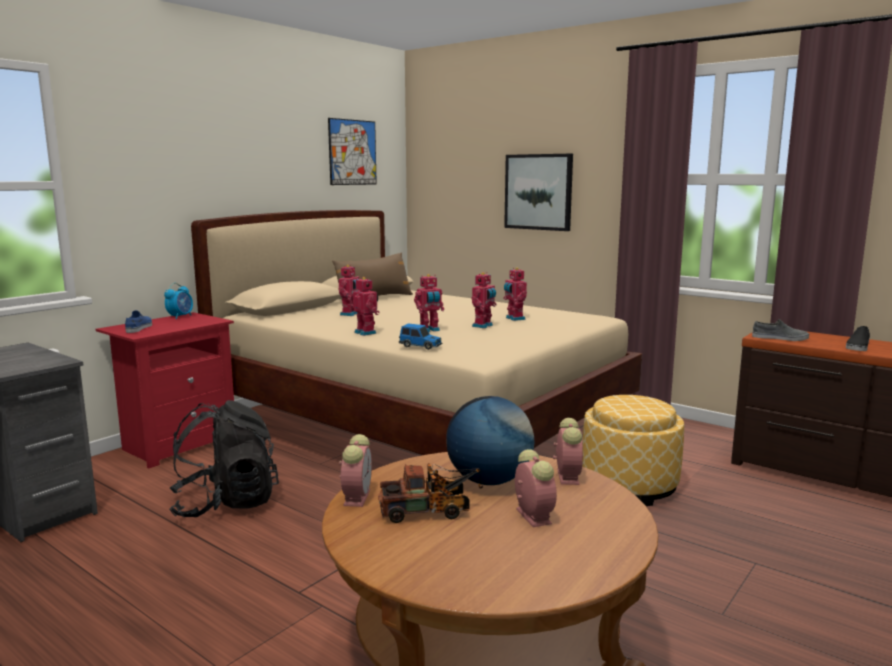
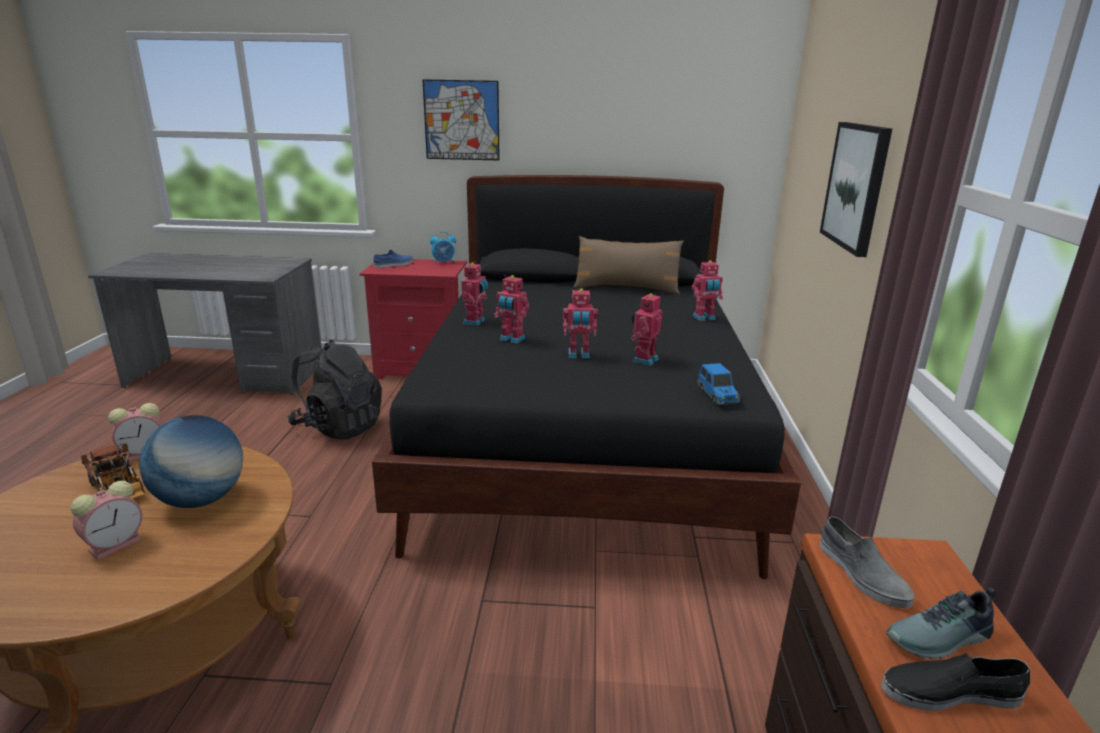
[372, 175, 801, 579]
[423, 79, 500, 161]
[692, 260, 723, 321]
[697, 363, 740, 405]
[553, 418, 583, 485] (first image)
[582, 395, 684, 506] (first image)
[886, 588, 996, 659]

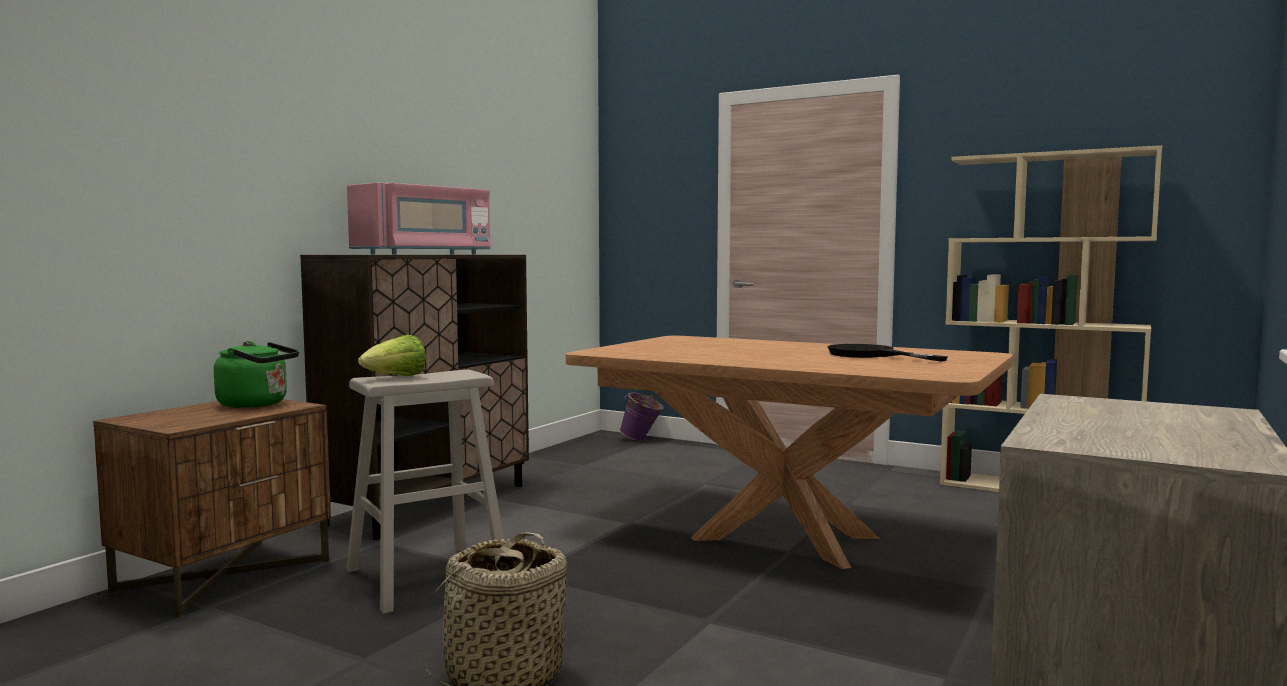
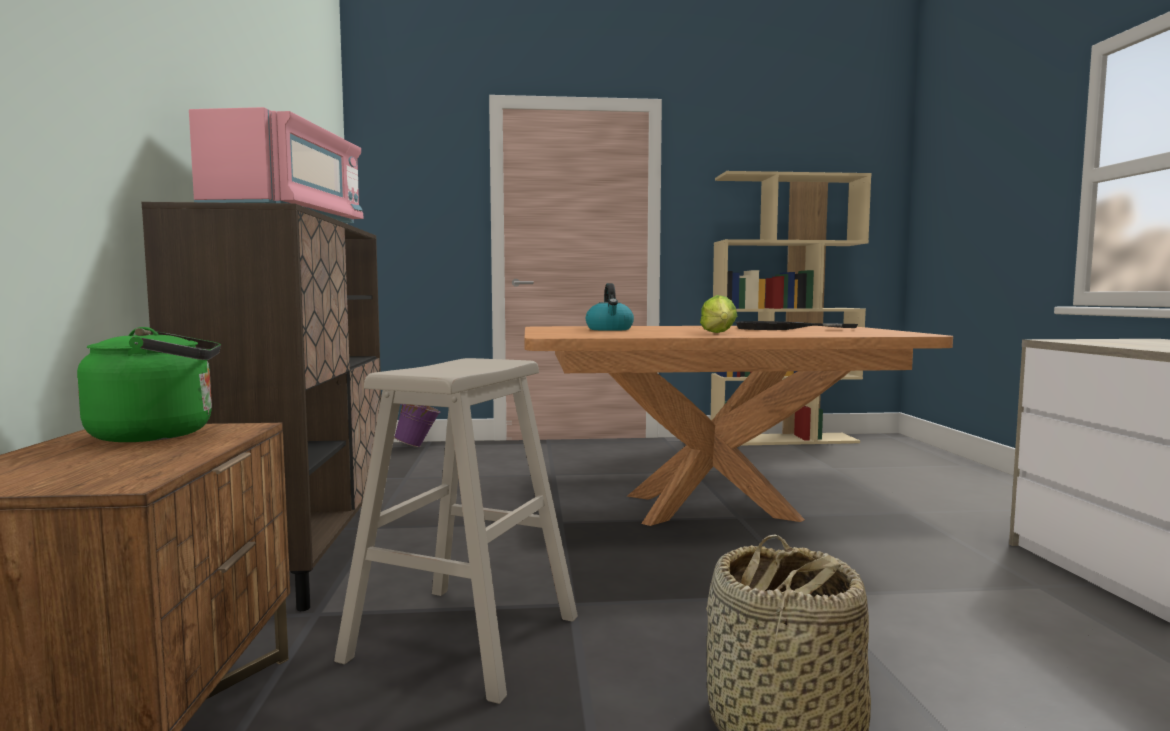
[700, 295, 737, 333]
[586, 283, 634, 331]

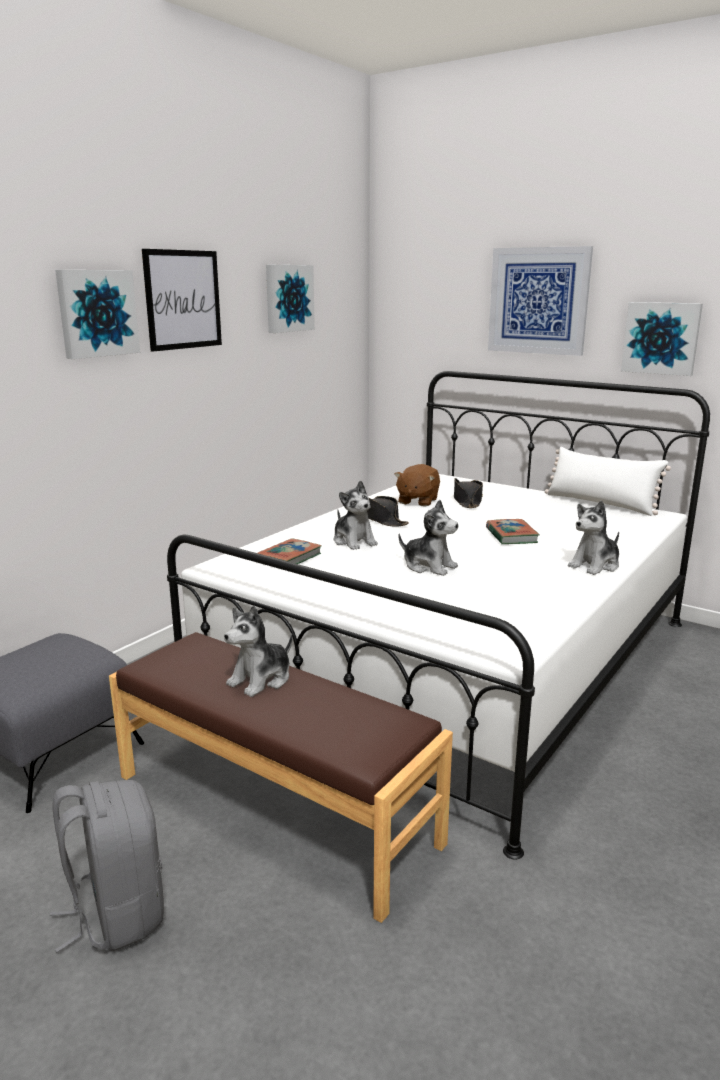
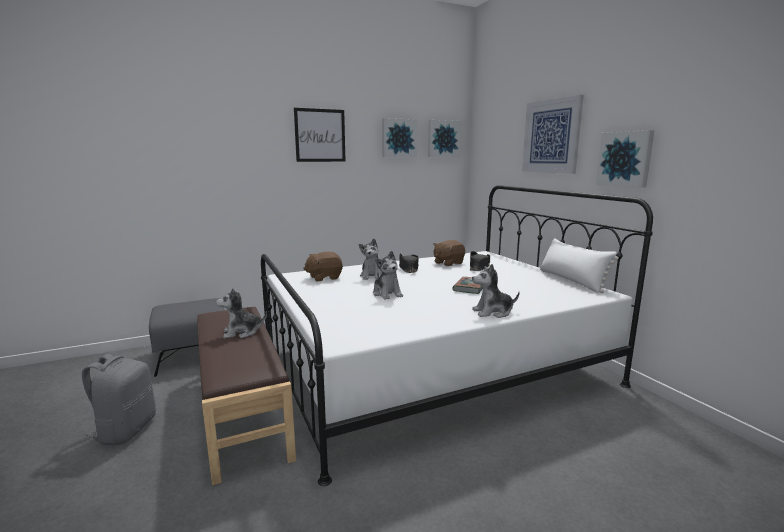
[428, 120, 461, 157]
[303, 252, 343, 282]

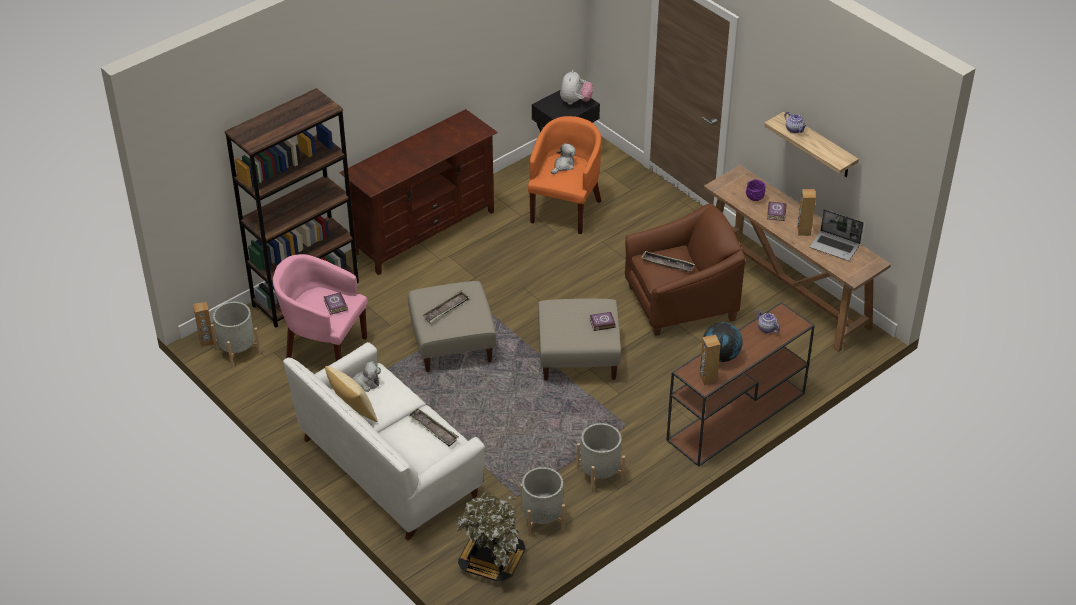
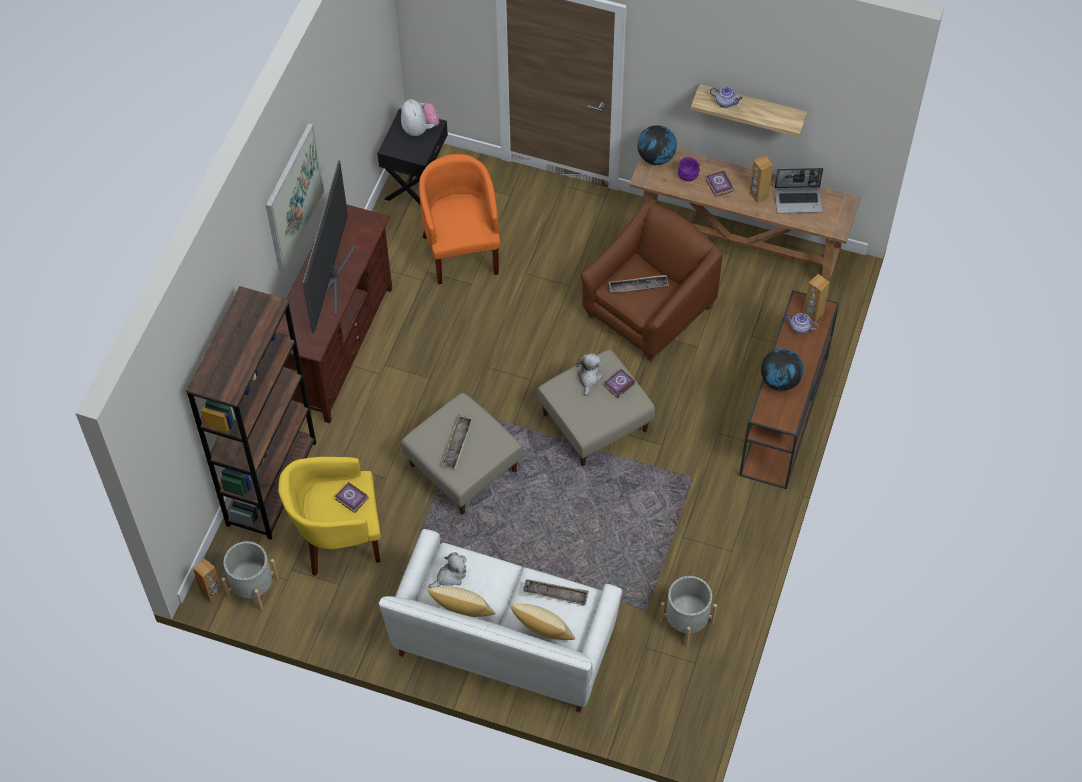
[278, 457, 381, 576]
[457, 492, 526, 581] (first image)
[576, 353, 602, 396]
[576, 423, 625, 493] (first image)
[803, 274, 830, 322]
[266, 123, 324, 272]
[303, 160, 356, 334]
[510, 603, 575, 640]
[637, 125, 677, 165]

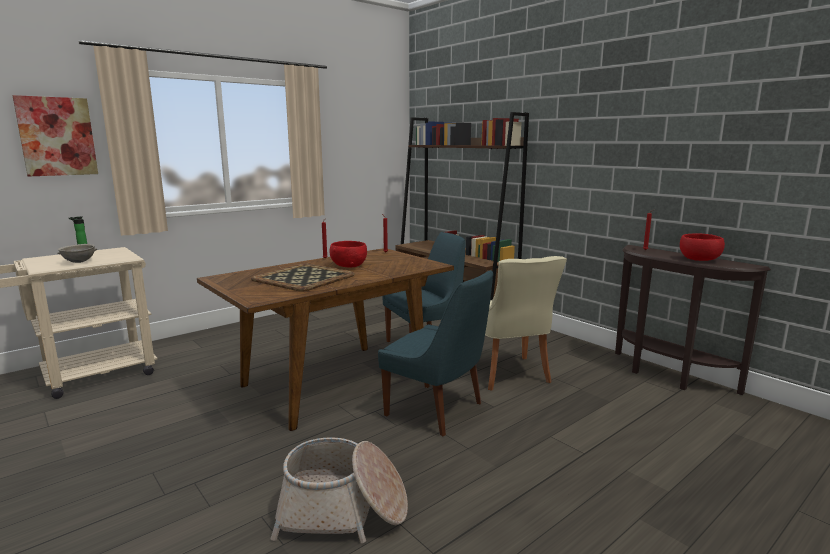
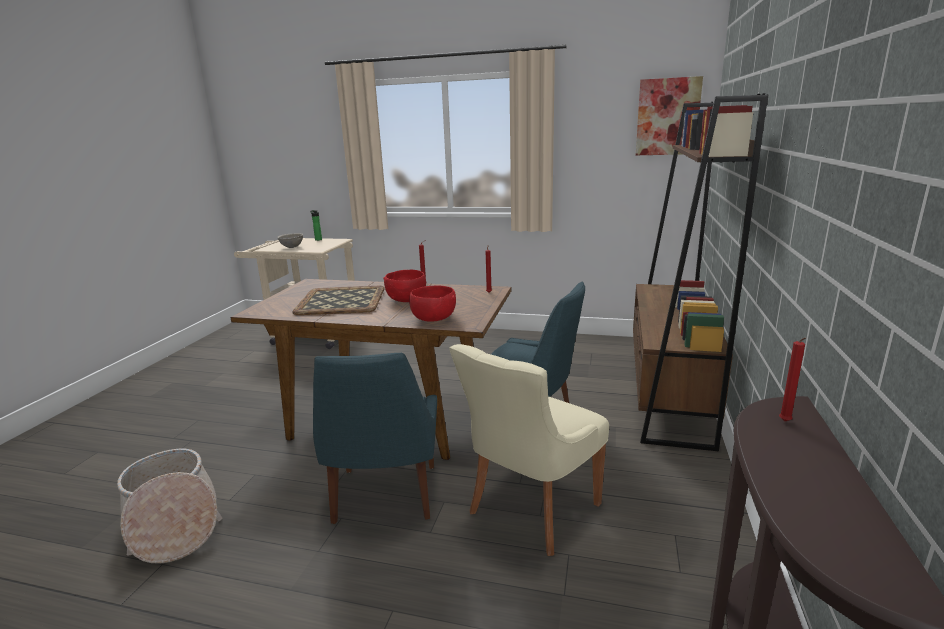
[636, 76, 703, 155]
[409, 286, 456, 322]

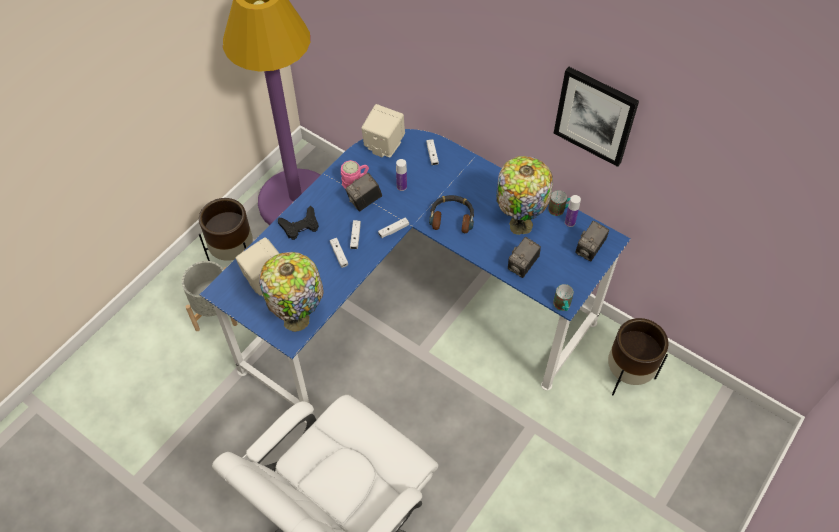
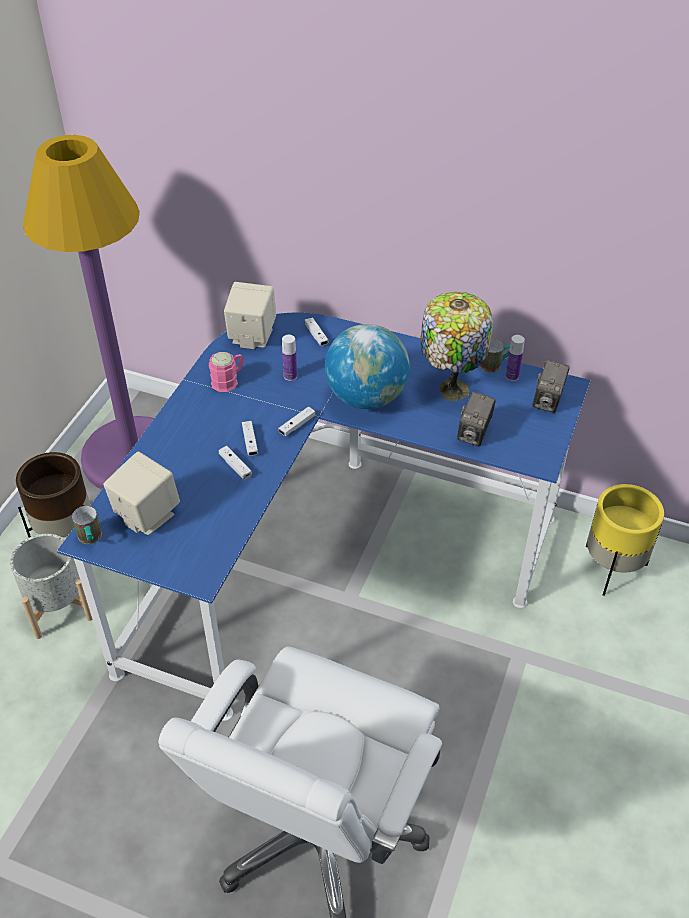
[259, 252, 324, 332] (first image)
[278, 206, 319, 240] (first image)
[345, 173, 382, 211] (first image)
[325, 324, 410, 409]
[553, 67, 639, 167] (first image)
[72, 506, 102, 544]
[586, 484, 664, 596]

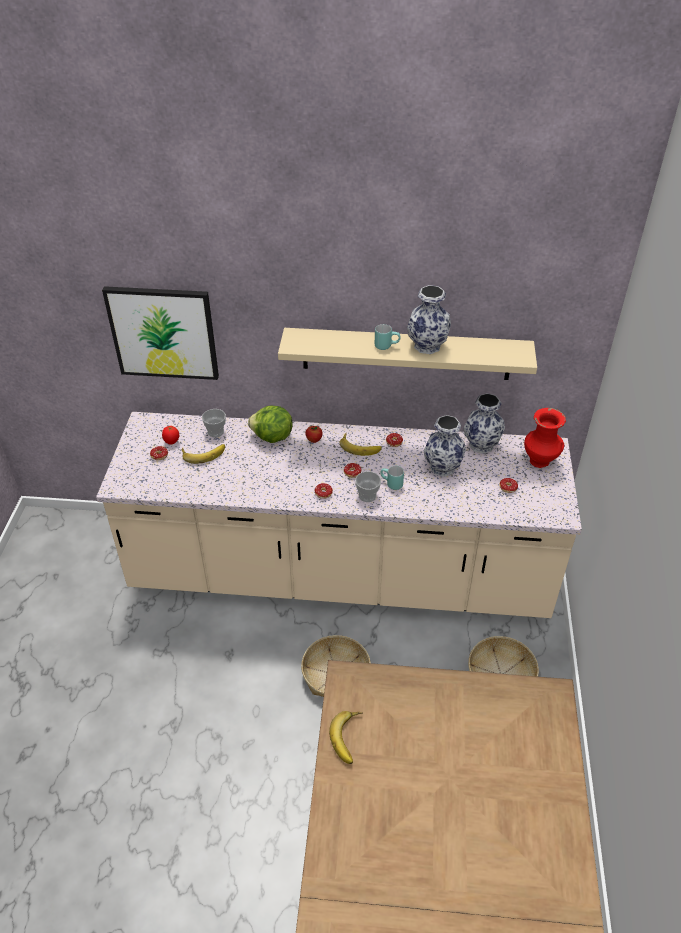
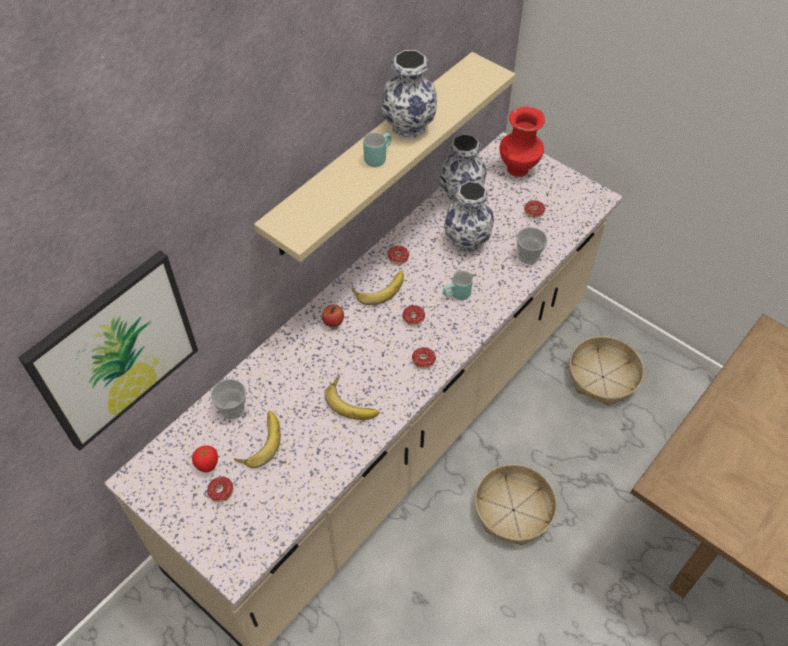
[248, 406, 293, 443] (first image)
[325, 376, 380, 420]
[516, 227, 547, 264]

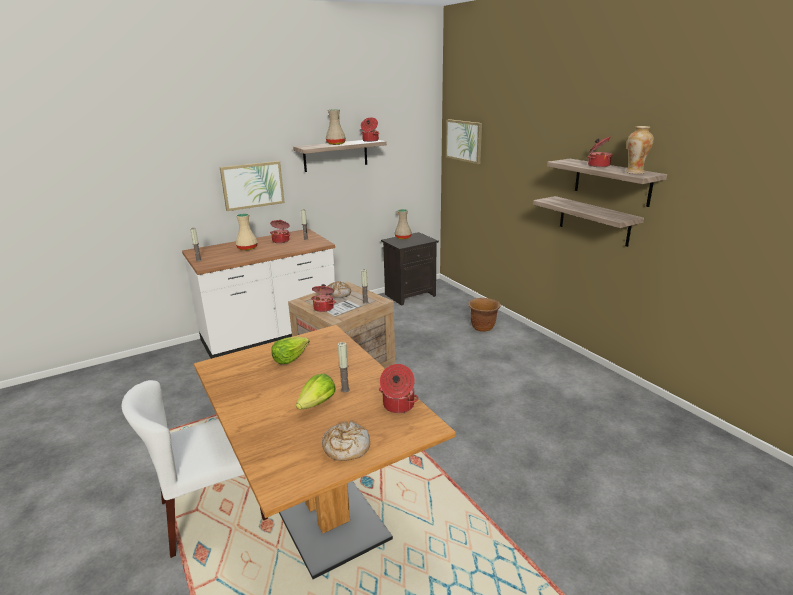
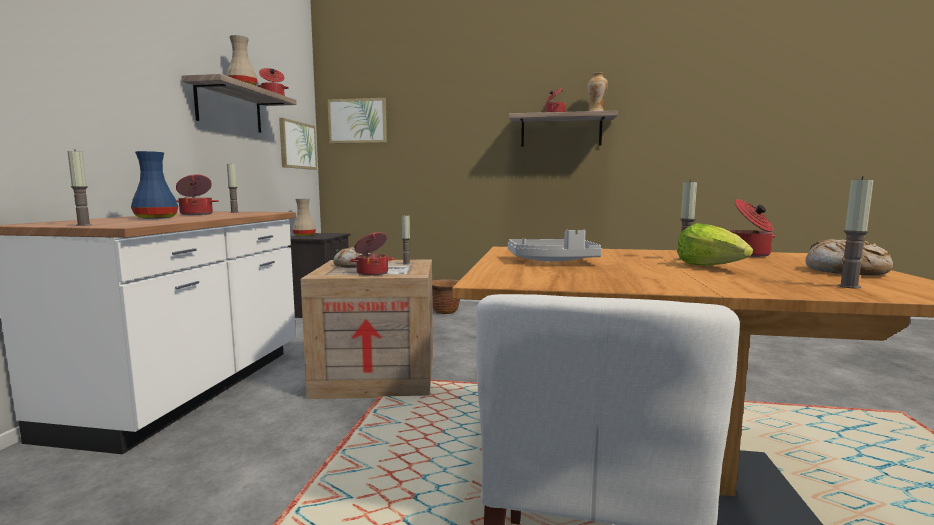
[279, 118, 317, 170]
[131, 151, 178, 219]
[508, 230, 602, 262]
[533, 196, 644, 247] (first image)
[838, 176, 873, 289]

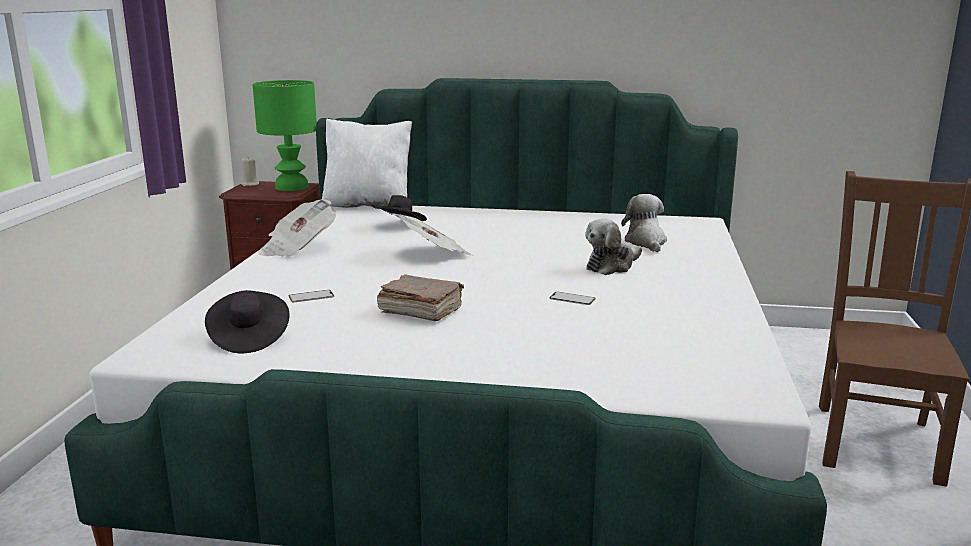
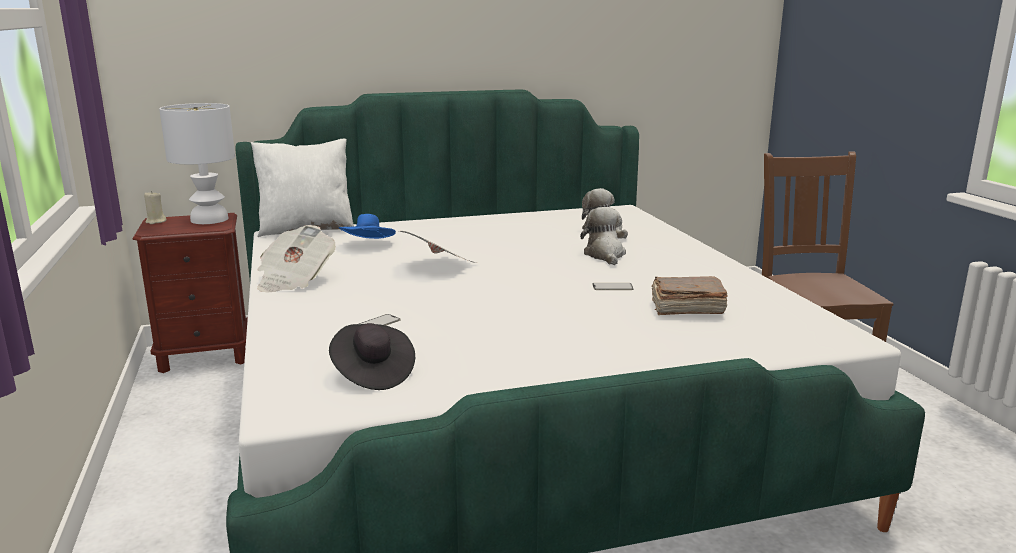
[159, 103, 235, 224]
[339, 214, 396, 239]
[652, 276, 728, 315]
[580, 207, 626, 265]

